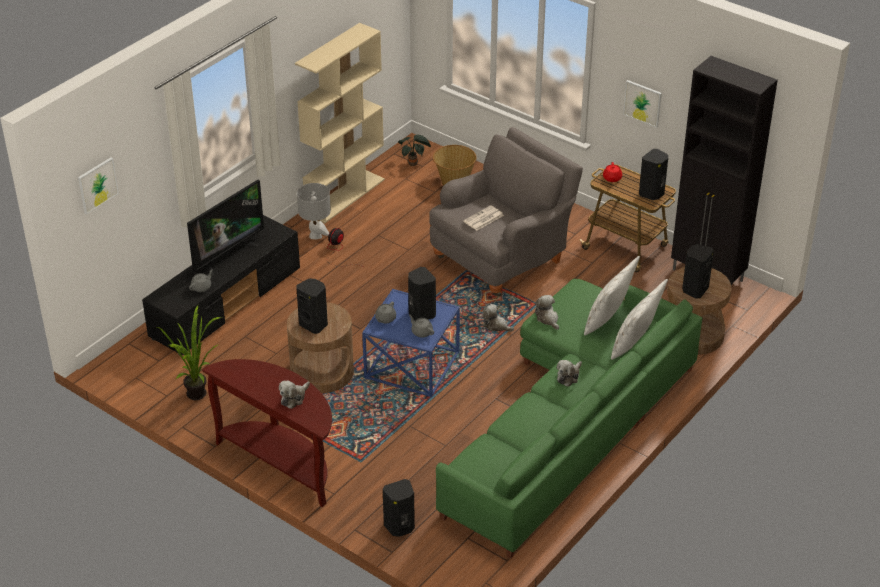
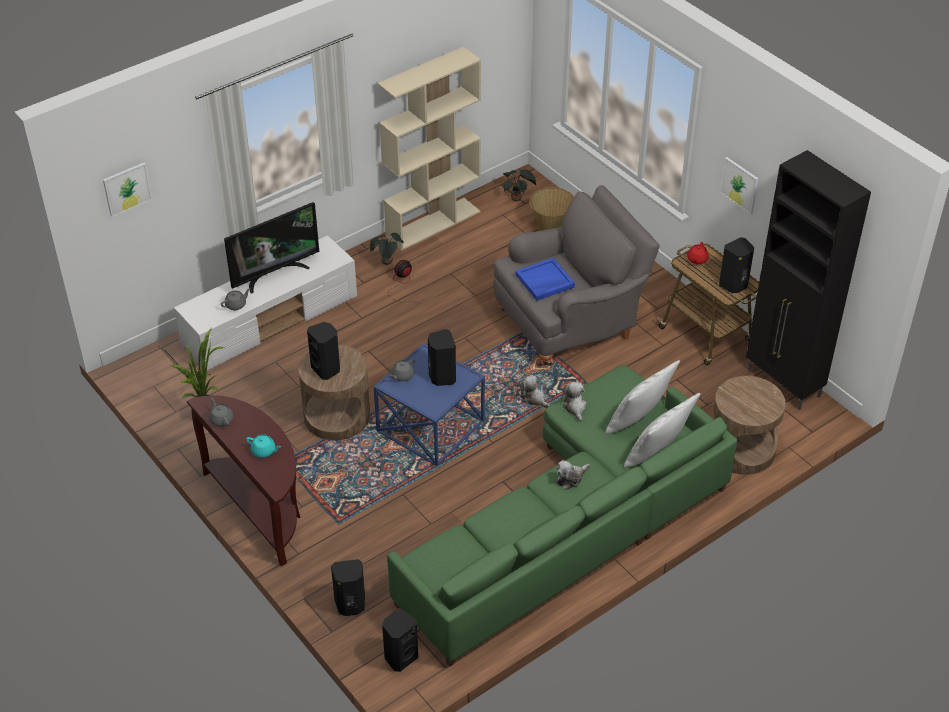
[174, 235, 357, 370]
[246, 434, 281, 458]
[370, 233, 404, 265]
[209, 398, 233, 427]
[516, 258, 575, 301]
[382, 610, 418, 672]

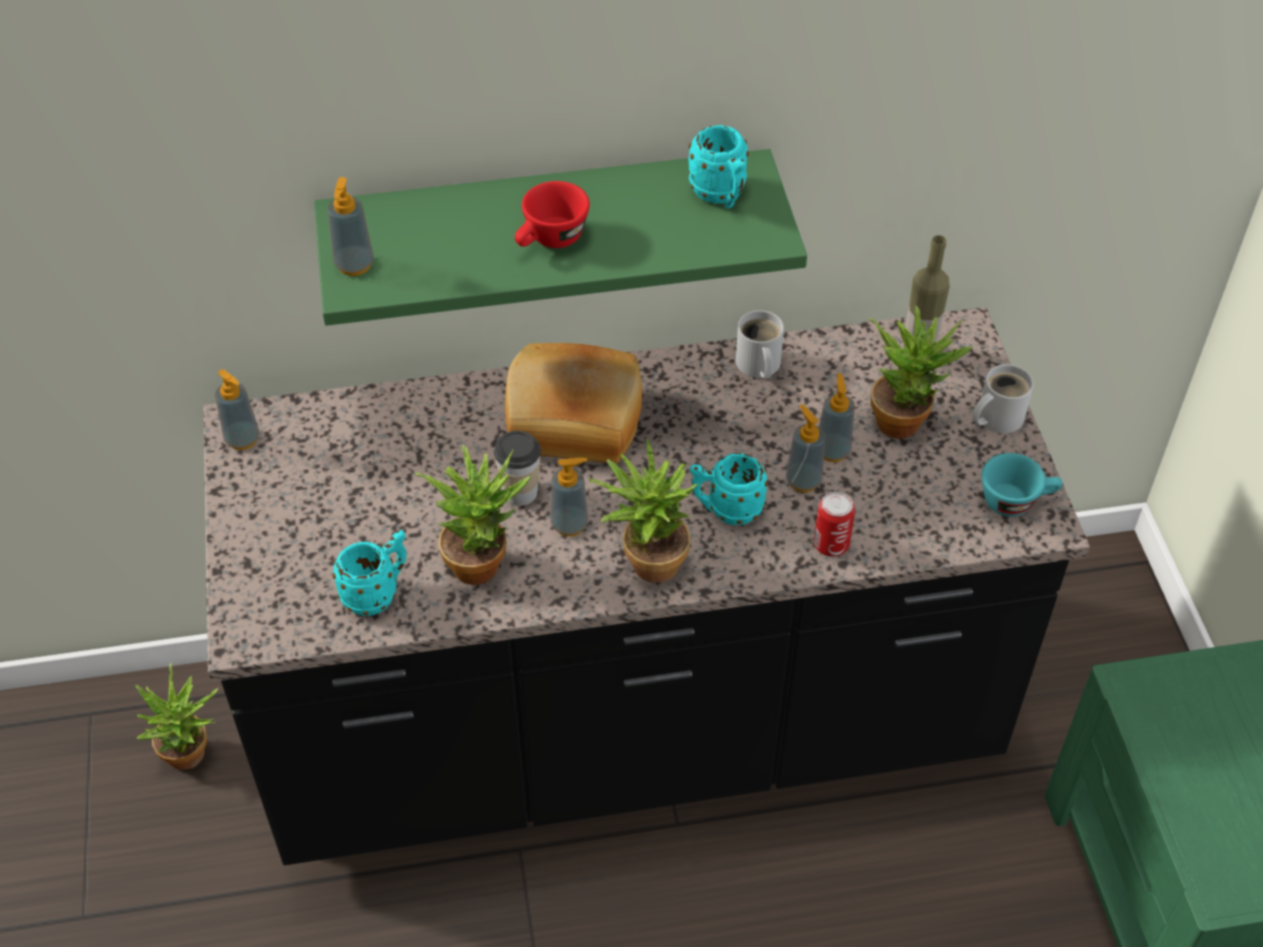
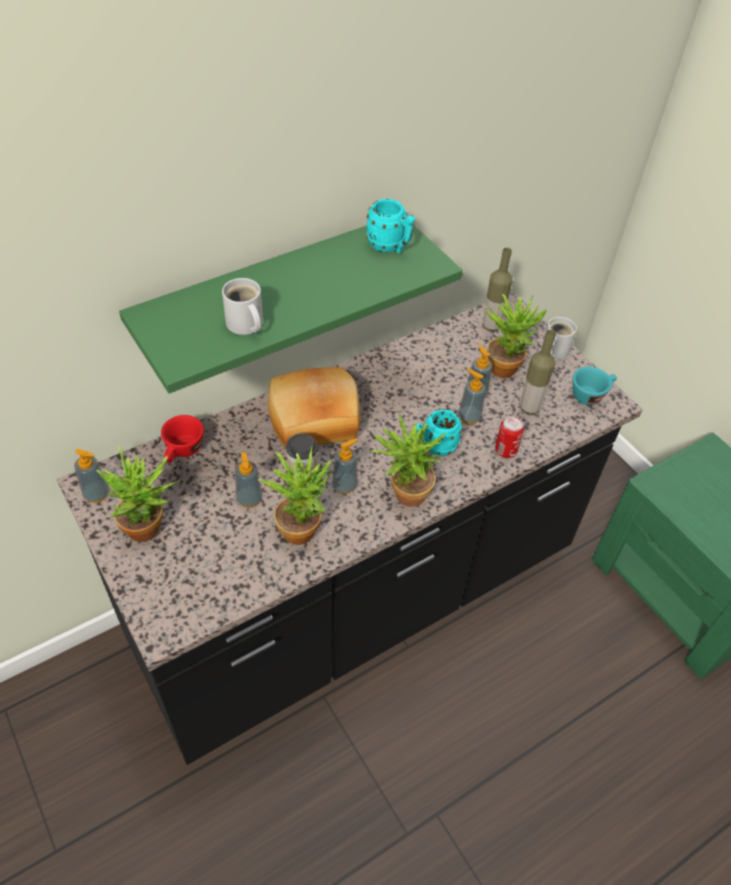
[96, 446, 180, 542]
[235, 452, 262, 508]
[332, 530, 407, 616] (first image)
[161, 415, 204, 463]
[222, 278, 263, 335]
[520, 330, 556, 415]

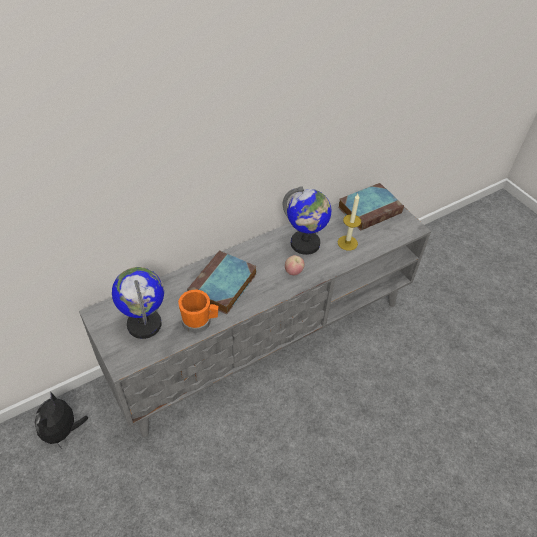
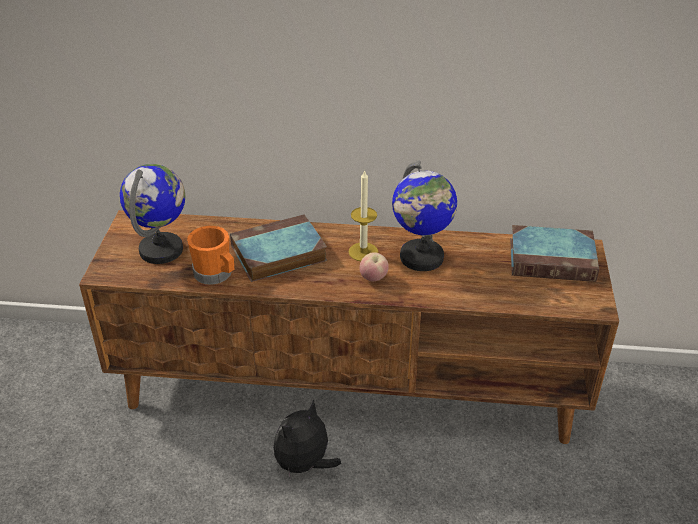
[274, 400, 341, 480]
[79, 210, 619, 444]
[348, 169, 379, 261]

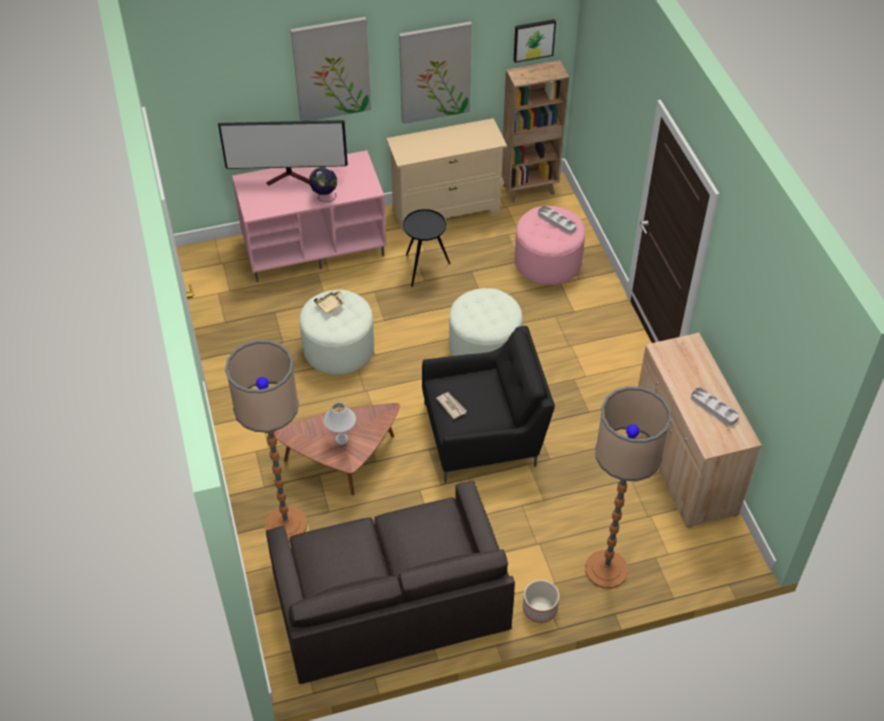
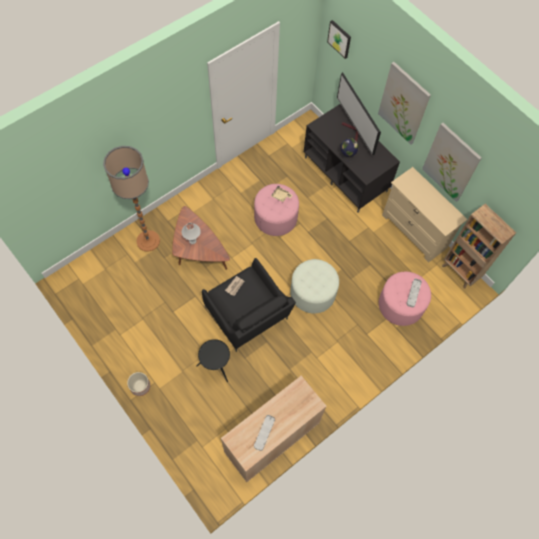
[304, 104, 400, 212]
[266, 480, 515, 684] (first image)
[254, 184, 299, 236]
[196, 339, 230, 382]
[327, 20, 351, 59]
[585, 386, 671, 589] (first image)

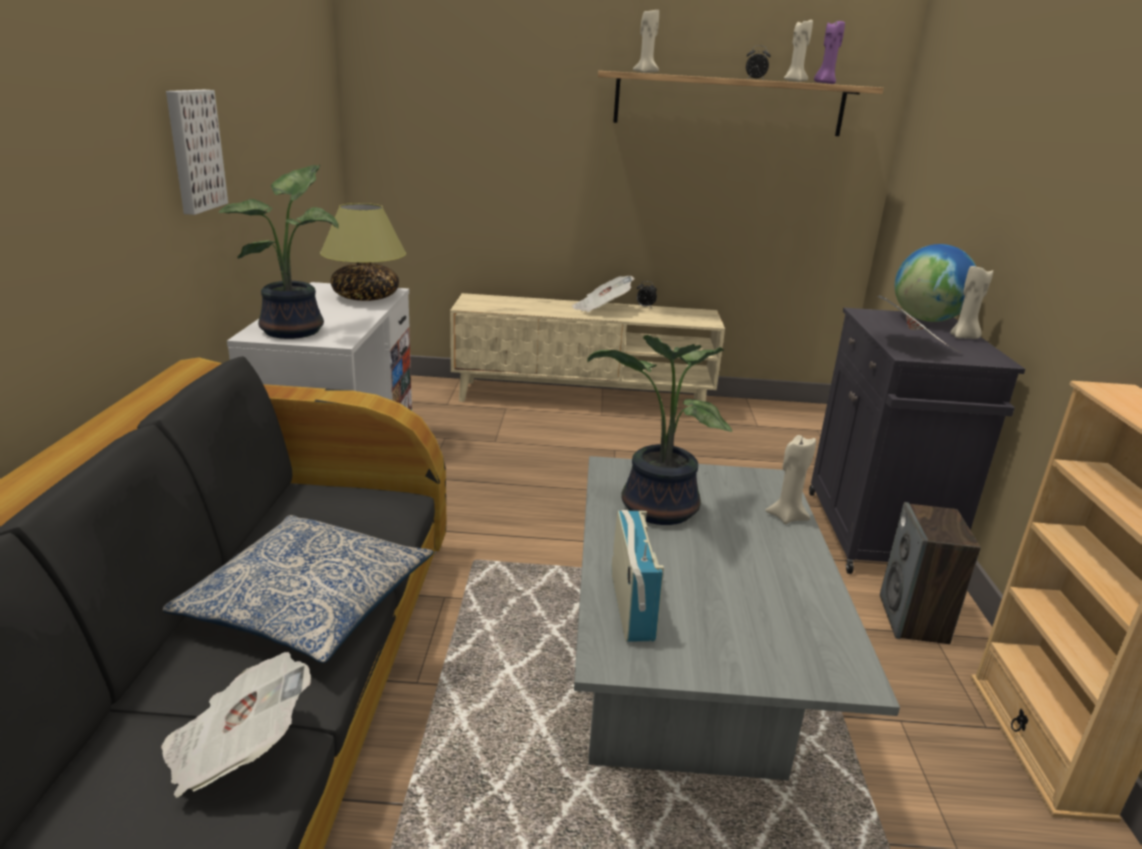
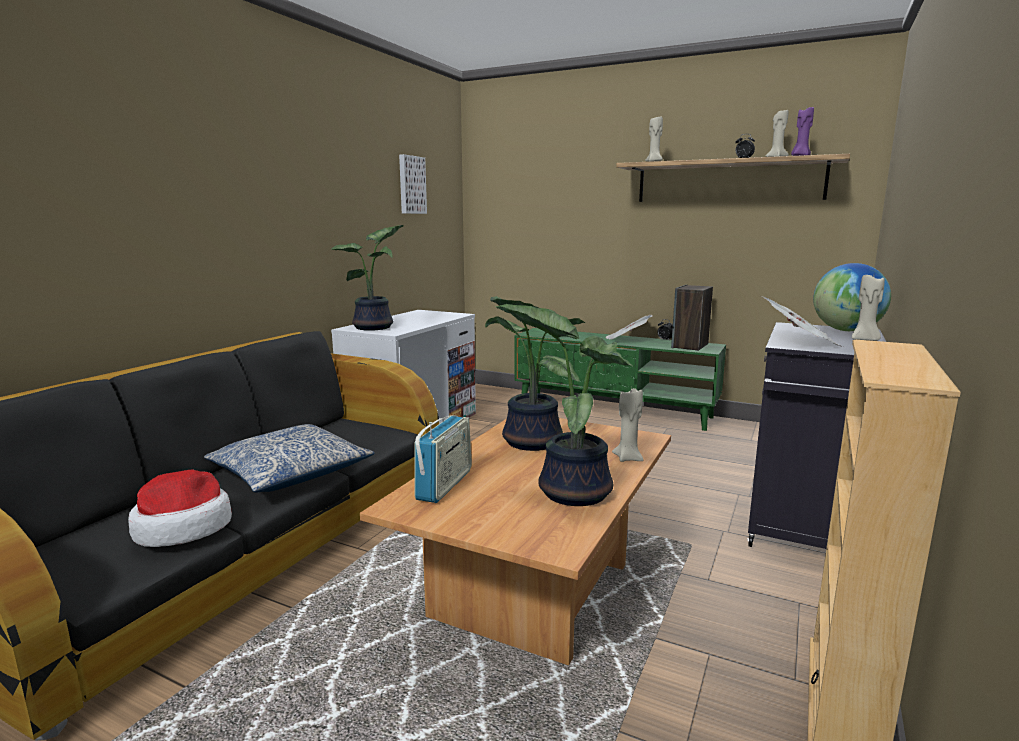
[128, 469, 232, 547]
[399, 154, 427, 214]
[320, 203, 406, 301] (first image)
[515, 328, 726, 431]
[360, 418, 671, 665]
[671, 285, 713, 351]
[496, 304, 633, 506]

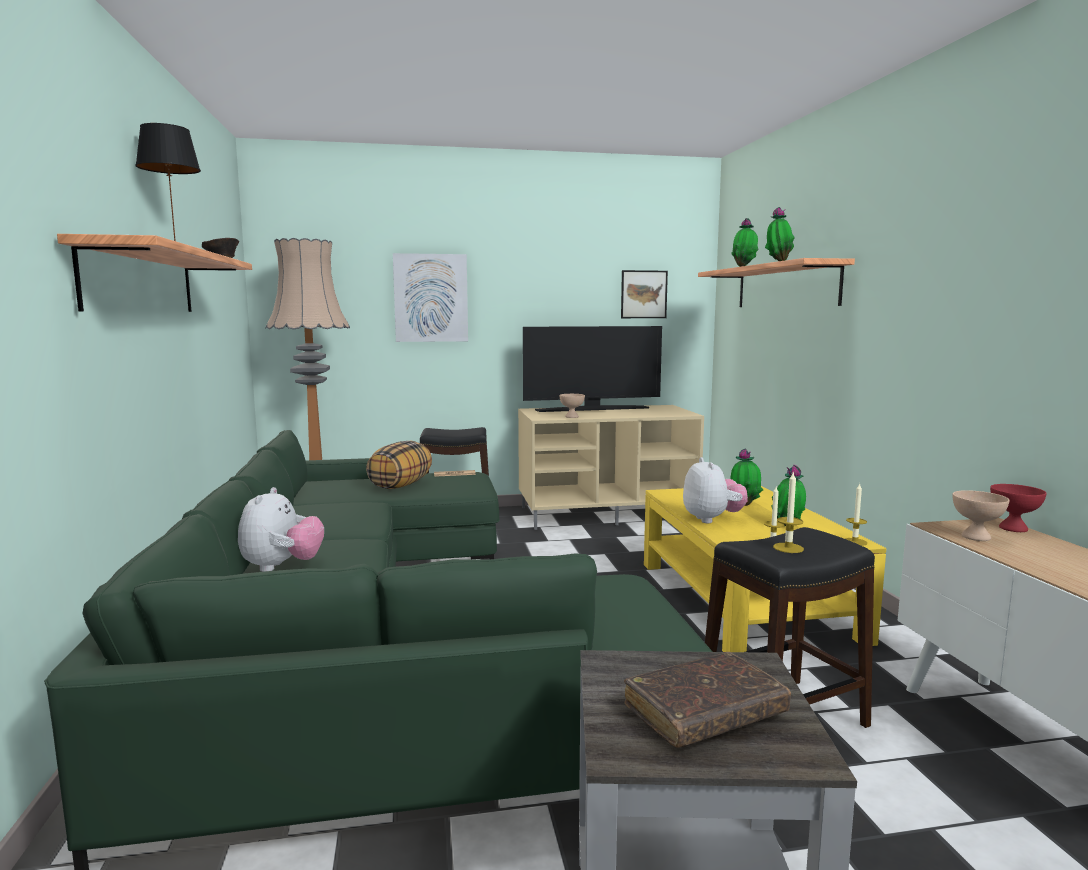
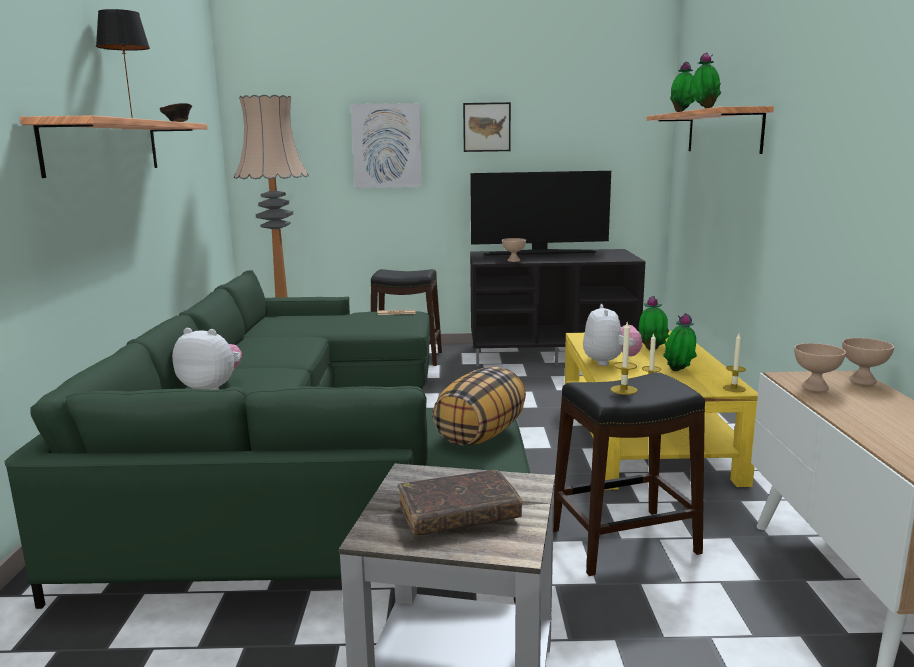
[172, 328, 242, 390]
[432, 367, 526, 445]
[470, 249, 646, 367]
[463, 102, 511, 152]
[842, 338, 894, 385]

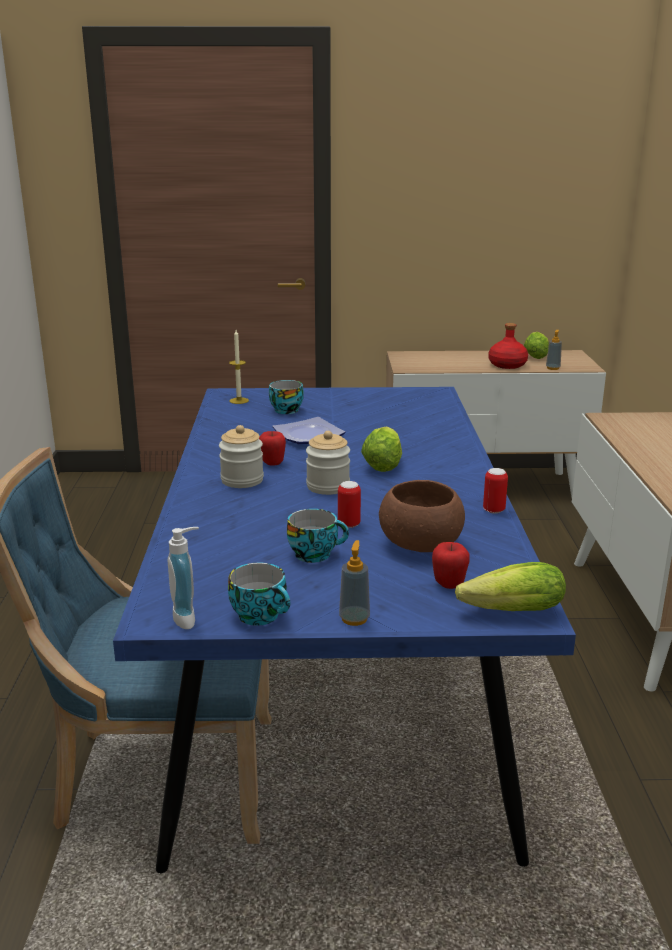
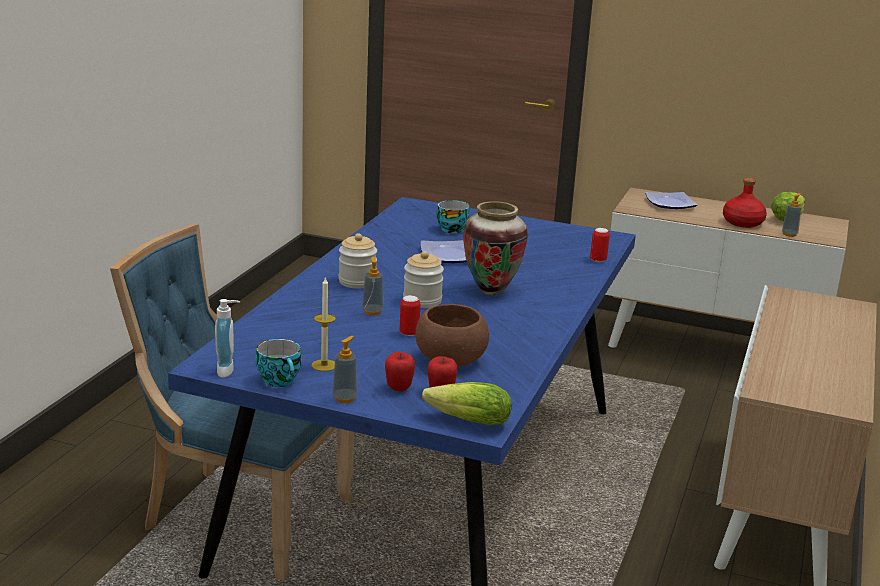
[312, 277, 336, 371]
[385, 352, 415, 391]
[287, 509, 349, 563] (first image)
[463, 201, 528, 295]
[590, 228, 610, 262]
[362, 257, 383, 315]
[645, 192, 697, 209]

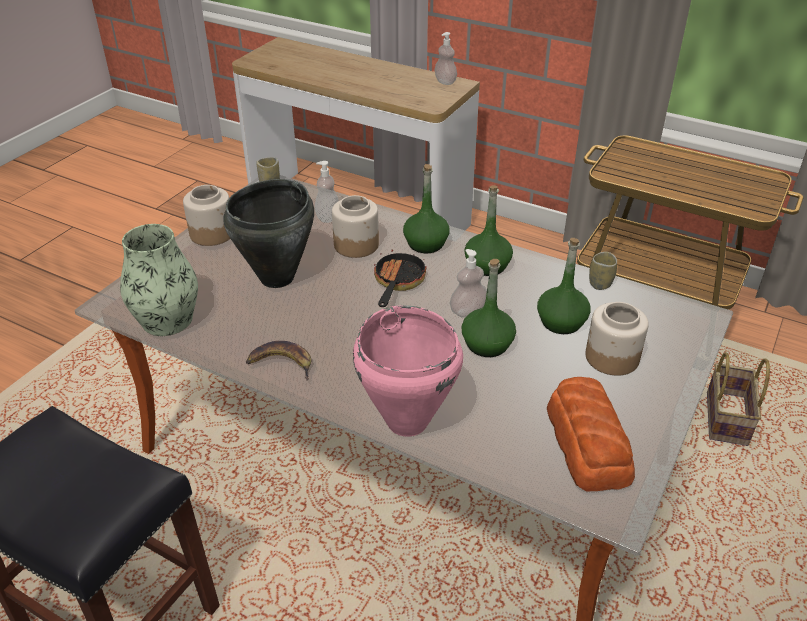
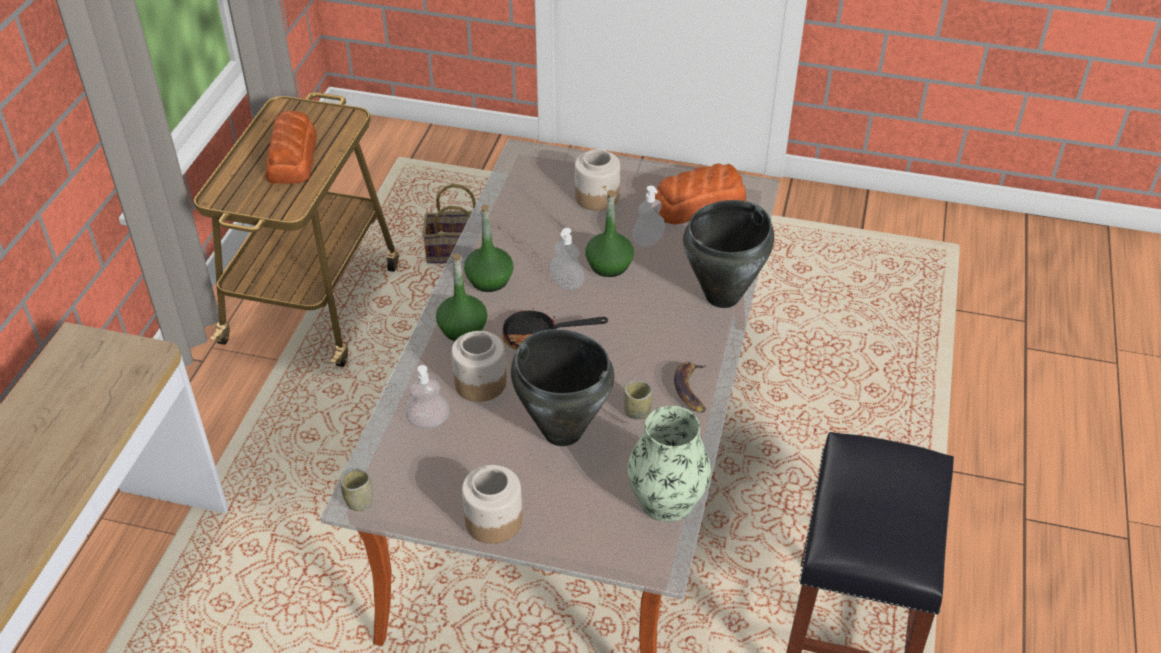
[683, 200, 774, 308]
[633, 186, 665, 247]
[537, 238, 591, 334] (first image)
[624, 381, 653, 419]
[266, 111, 317, 184]

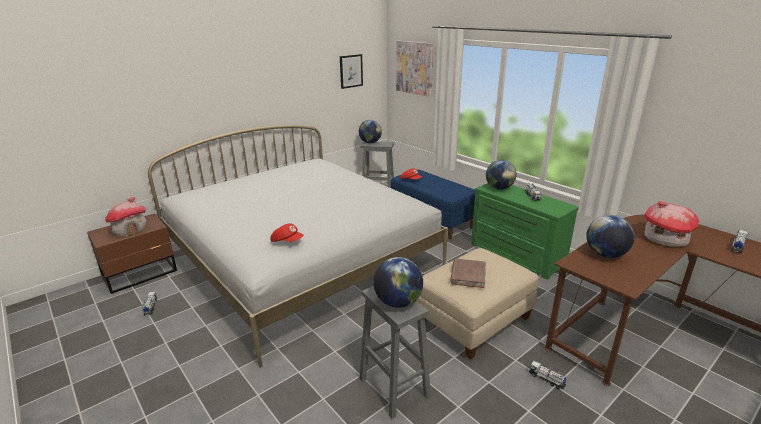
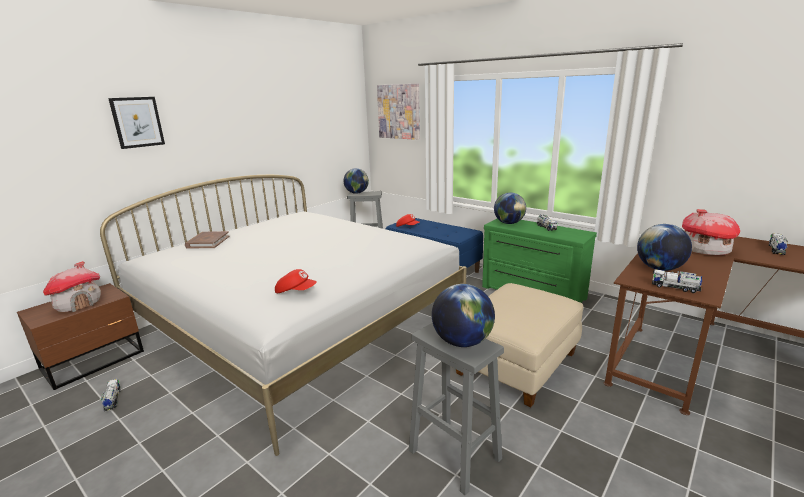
[108, 97, 165, 149]
[185, 231, 230, 249]
[652, 269, 702, 293]

